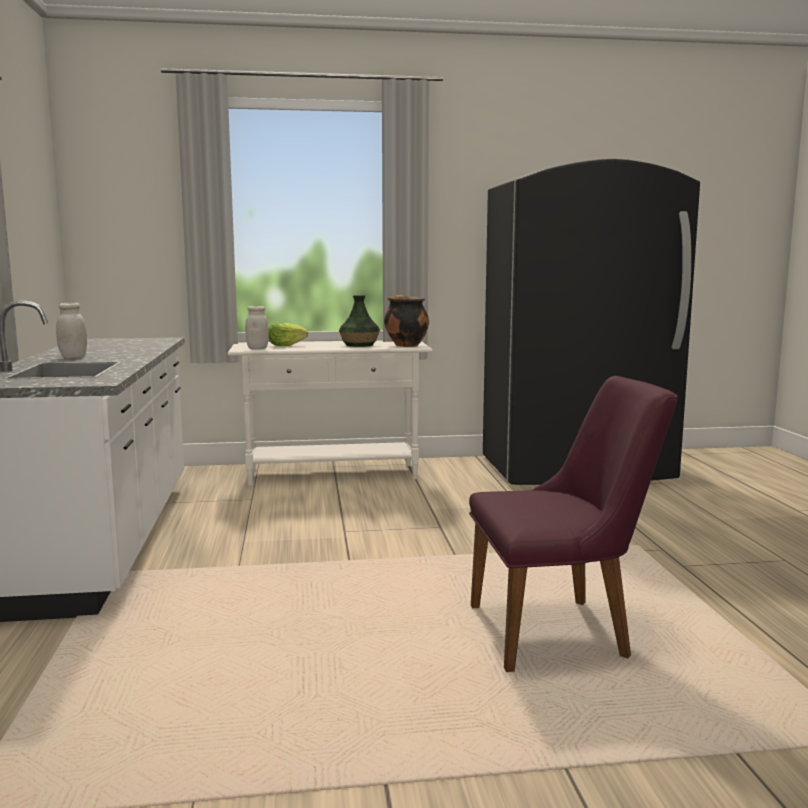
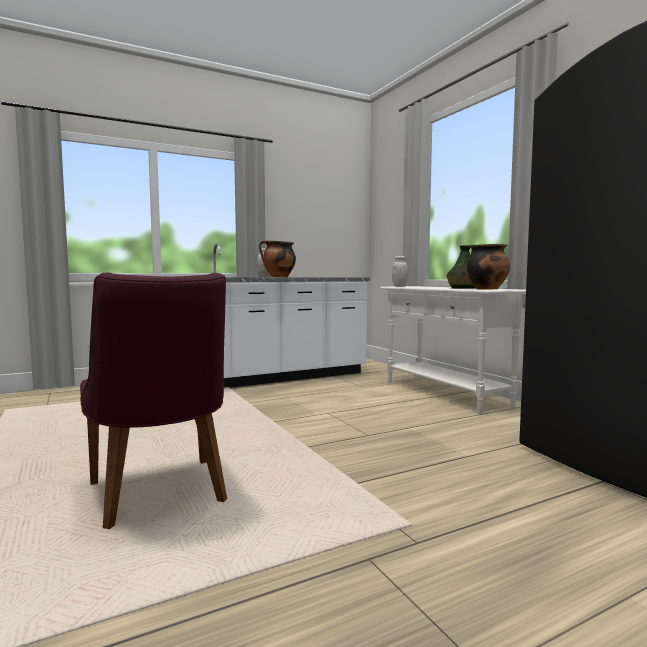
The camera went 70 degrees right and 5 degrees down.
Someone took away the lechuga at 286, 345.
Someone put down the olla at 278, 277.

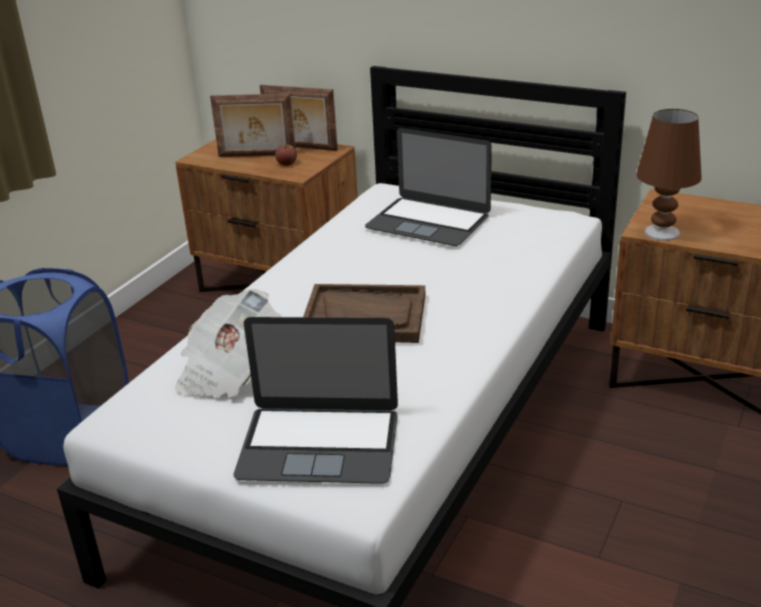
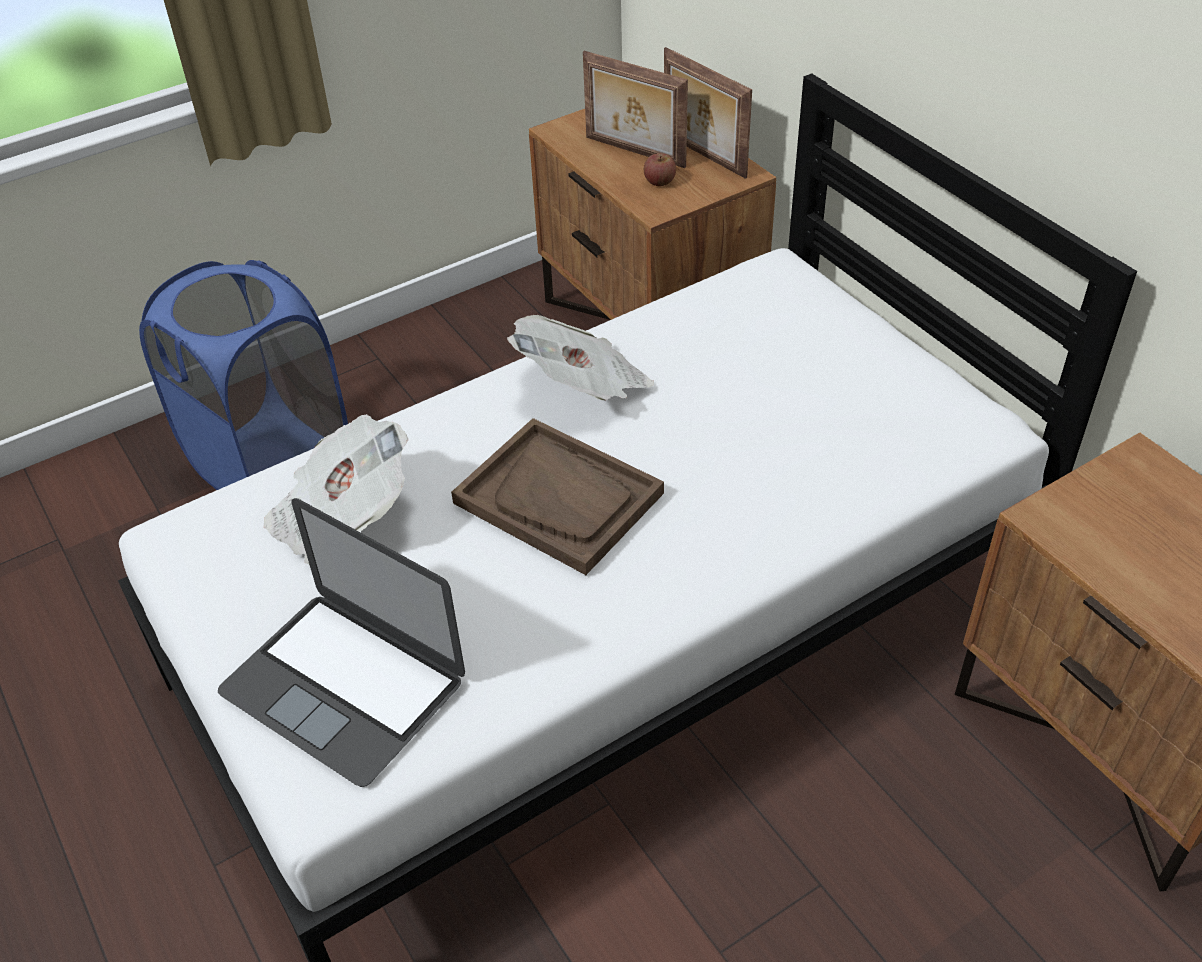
The camera went 30 degrees right and 15 degrees up.
Someone took away the lámpara de mesa/marrón at 661, 233.
Someone took away the portátil at 428, 221.
Someone put down the periódico at 583, 387.

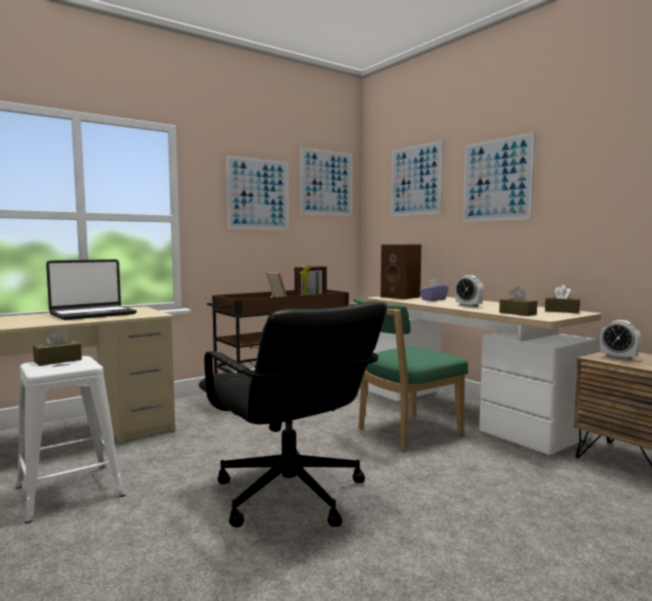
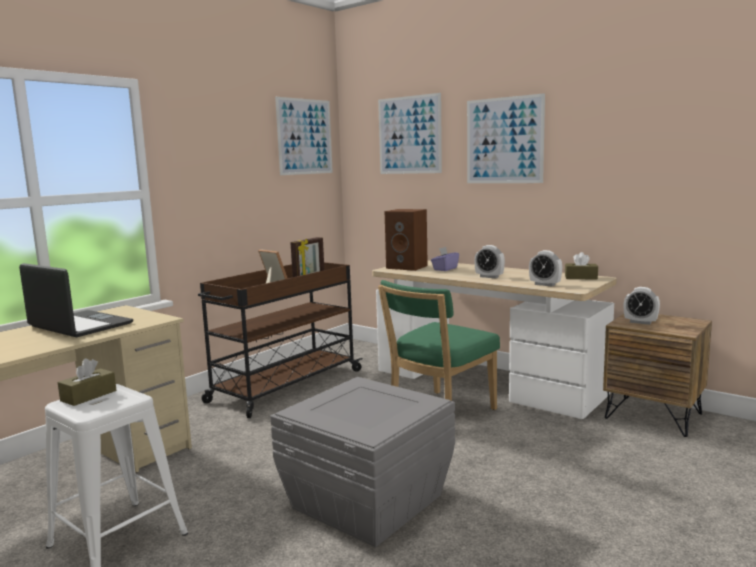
The camera went 15 degrees left and 5 degrees up.
Someone took away the cuadro at 258, 194.
Someone rotated the portátil at 93, 314 by 90 degrees counterclockwise.
Someone swapped the caja de pañuelos/marrón at 517, 313 for the despertador at 545, 284.
Someone swapped the silla de oficina/negro at 289, 495 for the caja de almacenaje/gris at 365, 501.

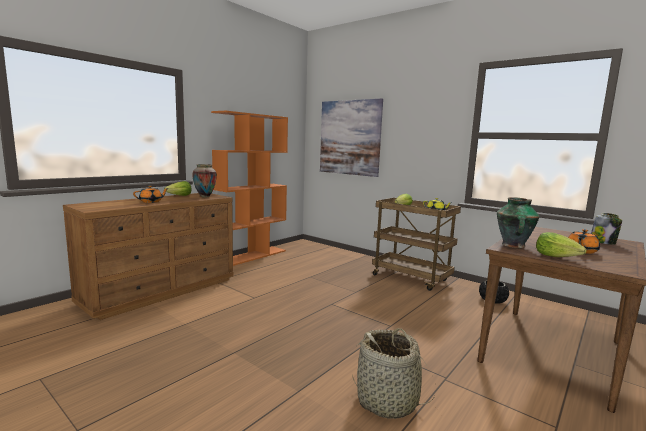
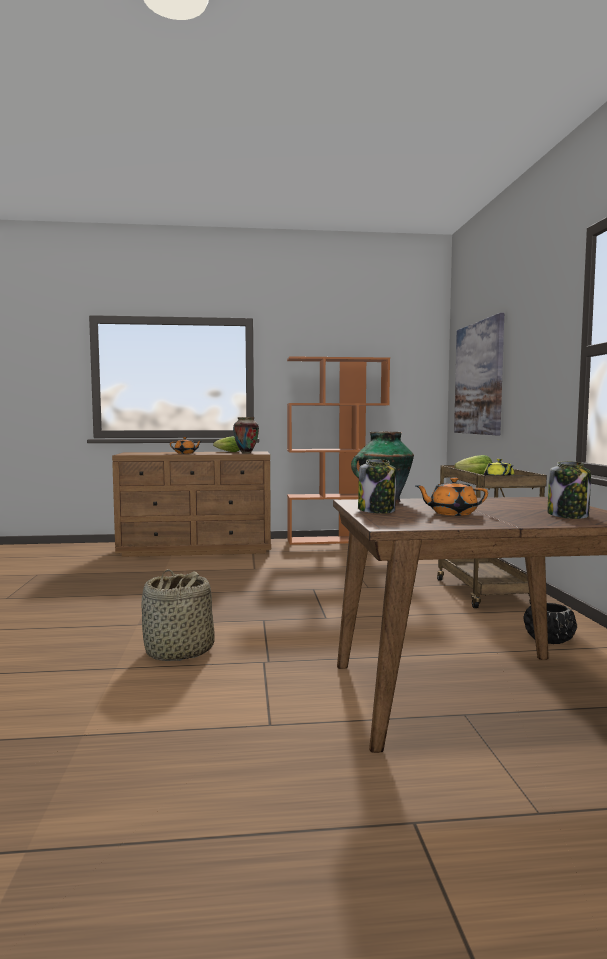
The camera went 45 degrees right and 5 degrees down.
Someone swapped the lechuga at 556, 256 for the tarro at 377, 511.

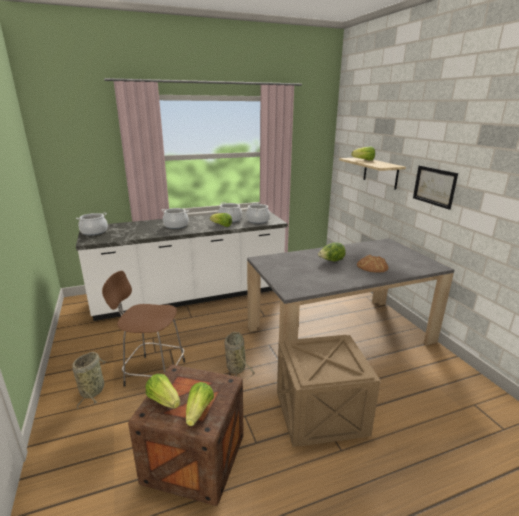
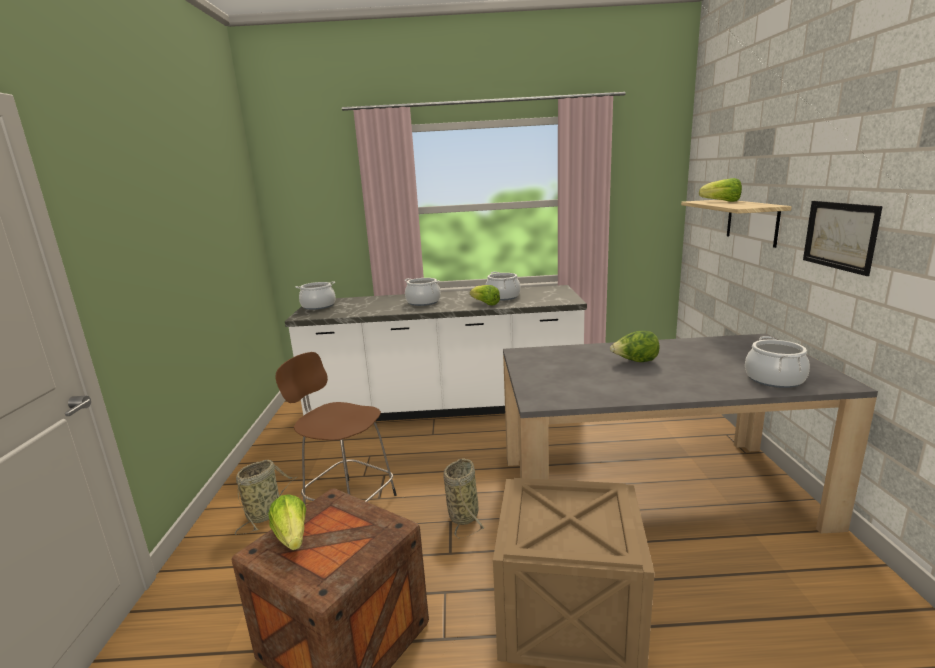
The camera went 20 degrees right and 5 degrees down.
Someone carried the olla from 257, 221 to 774, 379.
Someone took away the pan at 372, 266.
Someone took away the lechuga at 199, 412.

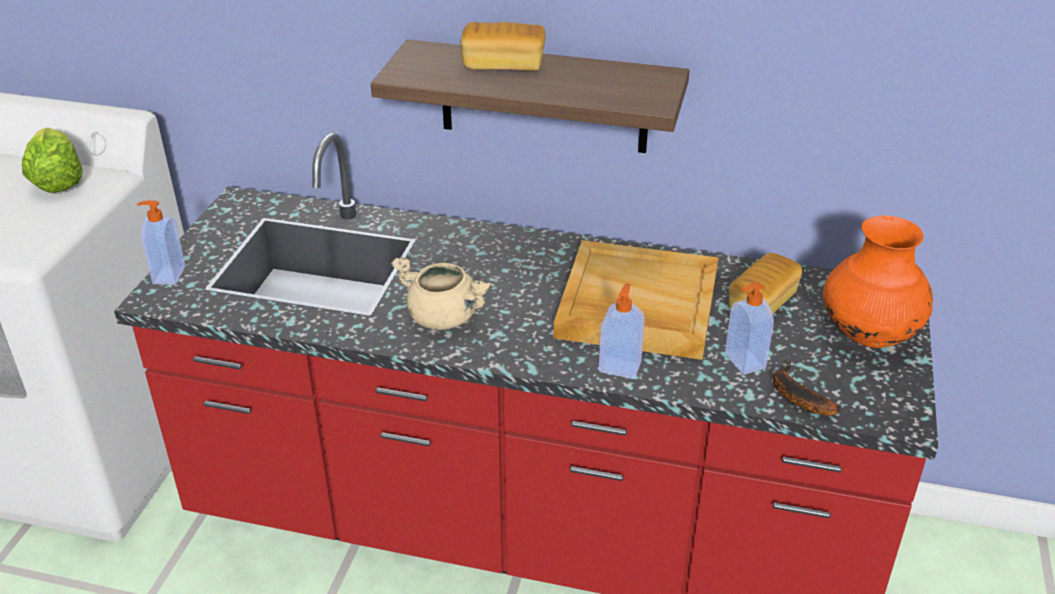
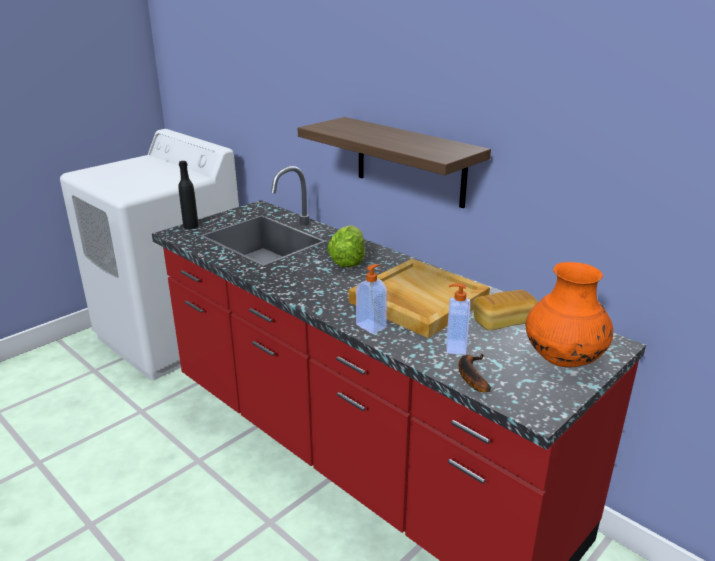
The camera went 30 degrees right and 10 degrees down.
Someone took away the pan at 503, 65.
Someone carried the lechuga from 57, 181 to 347, 261.
Someone swapped the dispensador de jabón at 168, 275 for the botella/negro at 191, 226.
Someone took away the olla/beis at 444, 317.

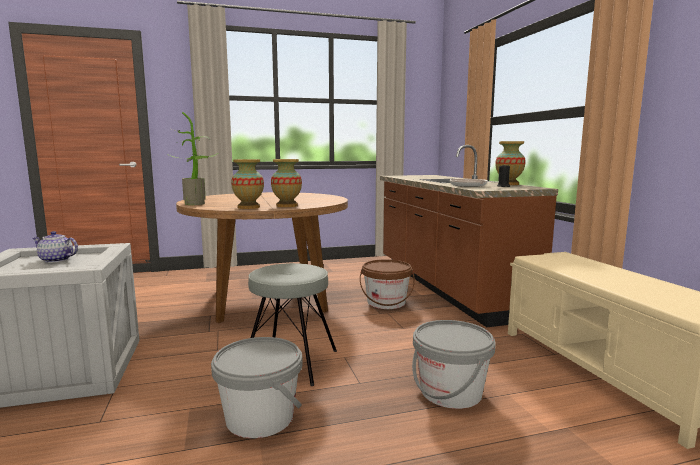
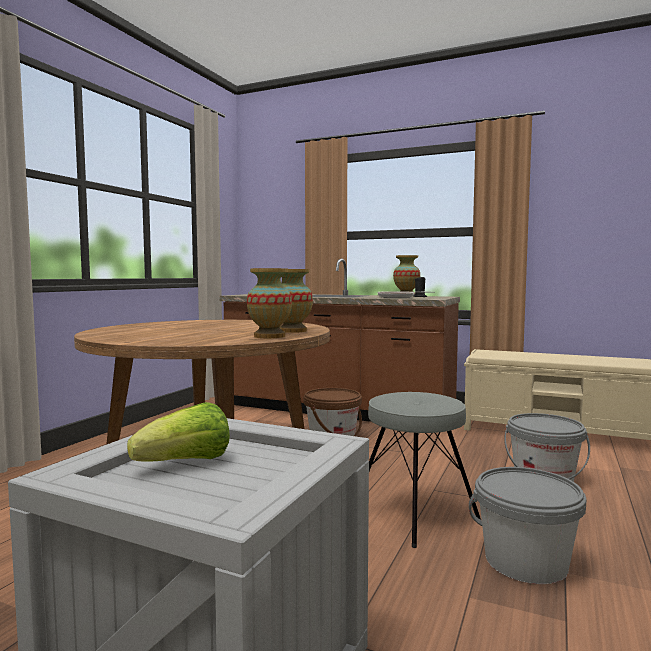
The camera went 50 degrees left and 5 degrees down.
Someone took away the planta en maceta at 197, 203.
Someone swapped the tetera at 56, 260 for the lechuga at 186, 463.

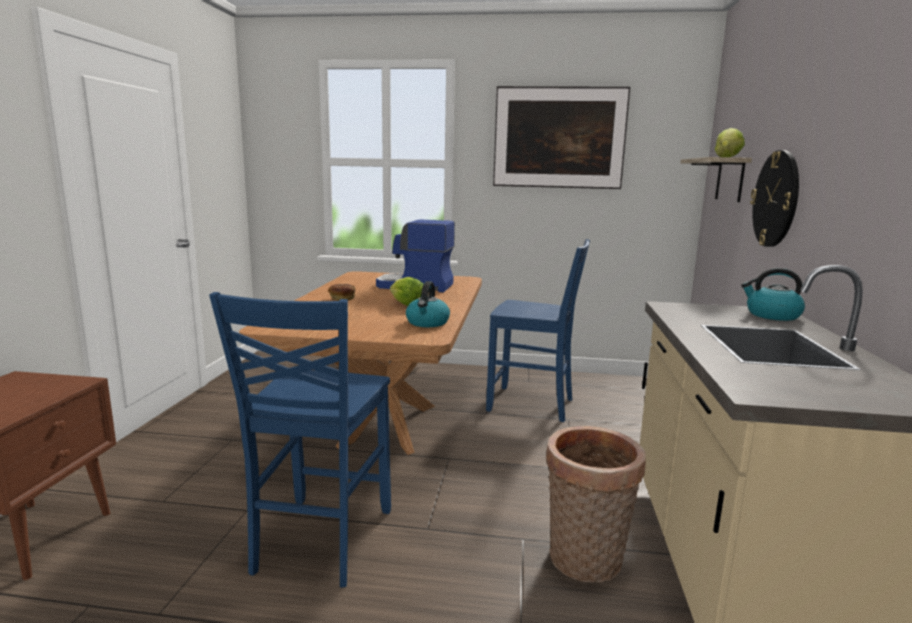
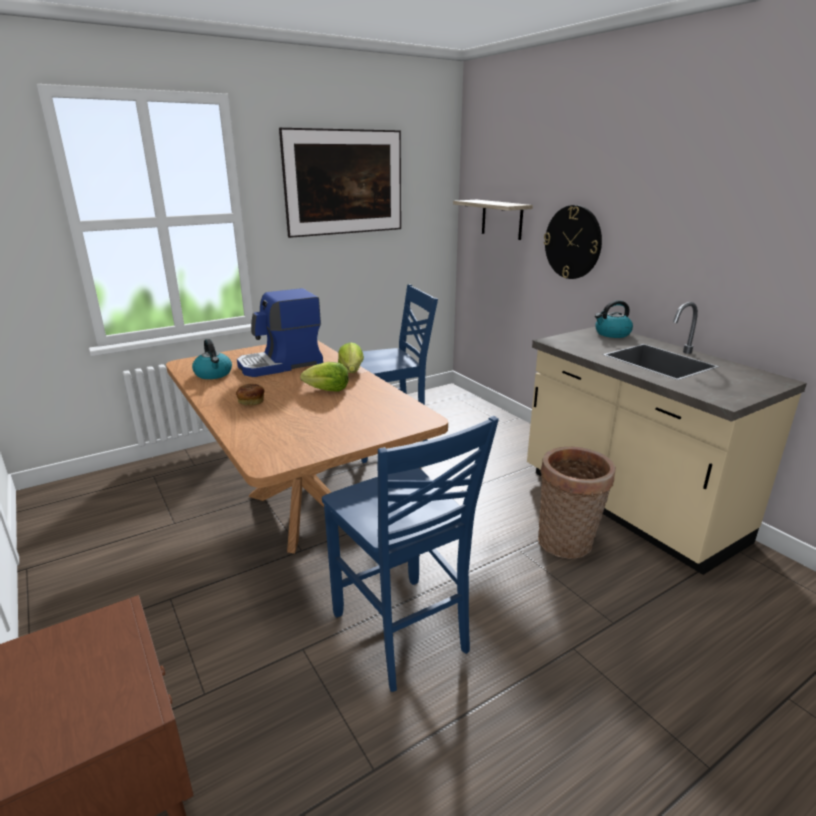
The camera went 40 degrees left and 10 degrees up.
Someone carried the lechuga from 727, 157 to 351, 371.
Someone carried the hervidor from 427, 323 to 214, 374.

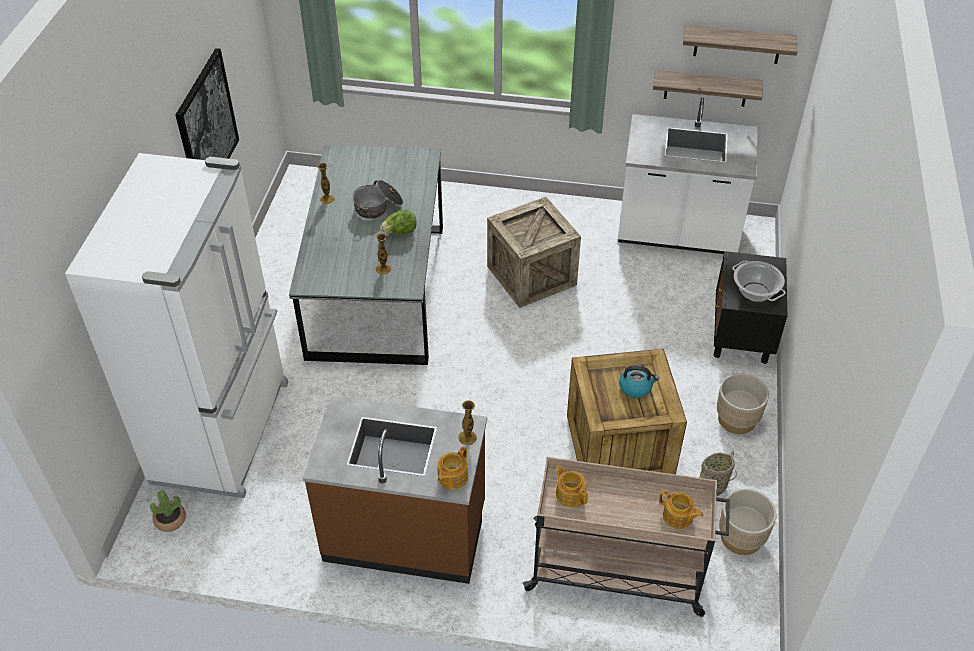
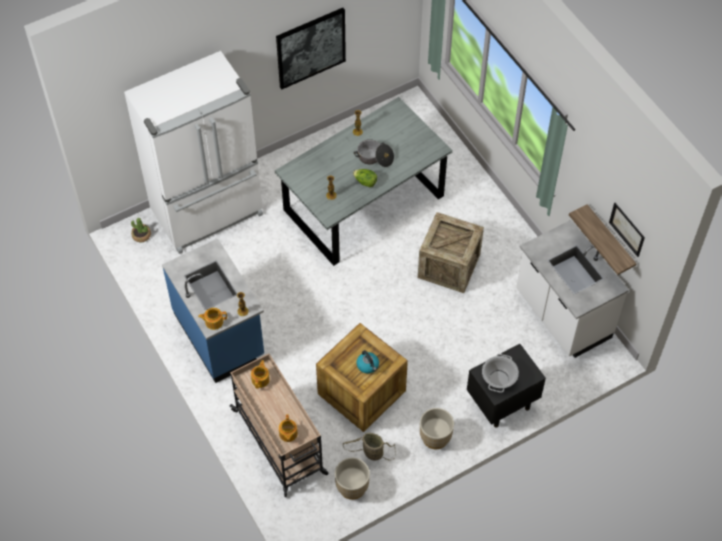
The camera went 50 degrees right and 10 degrees up.
Someone swapped the estante at 737, 44 for the cuadro at 627, 229.
Someone repainted the mueble bajo de cocina/marrón at 405, 532, which became the mueble bajo de cocina/azul at 220, 335.

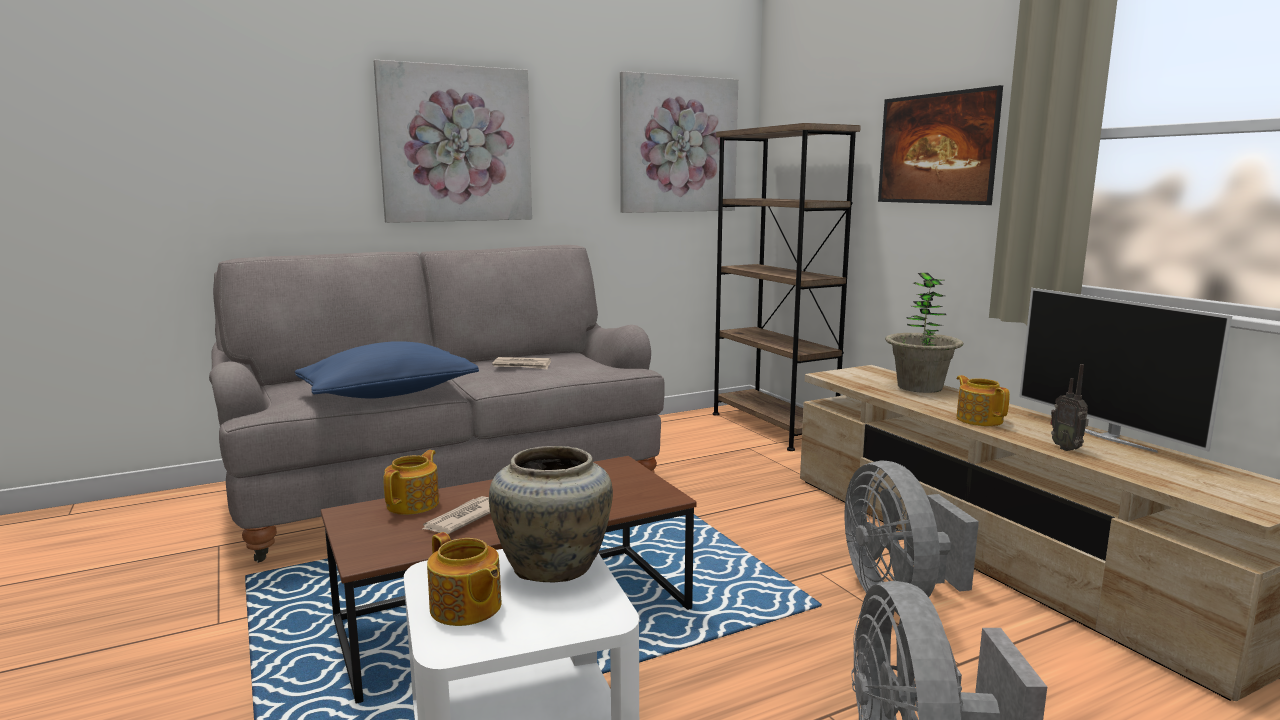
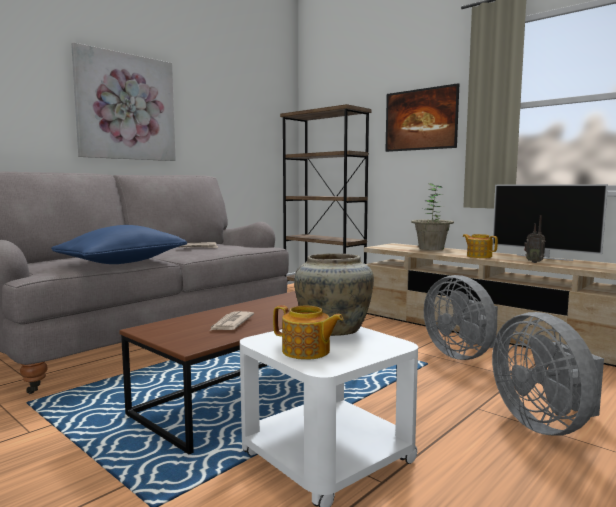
The camera went 20 degrees left and 5 degrees down.
Someone took away the cuadro at 678, 145.
Someone took away the tetera at 414, 504.

